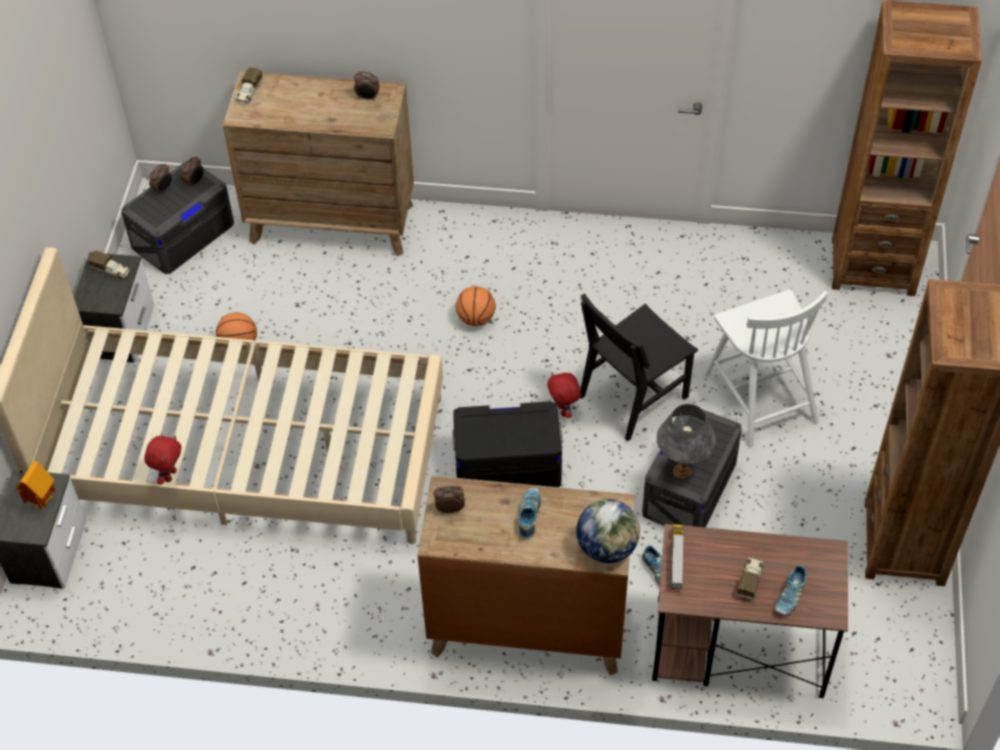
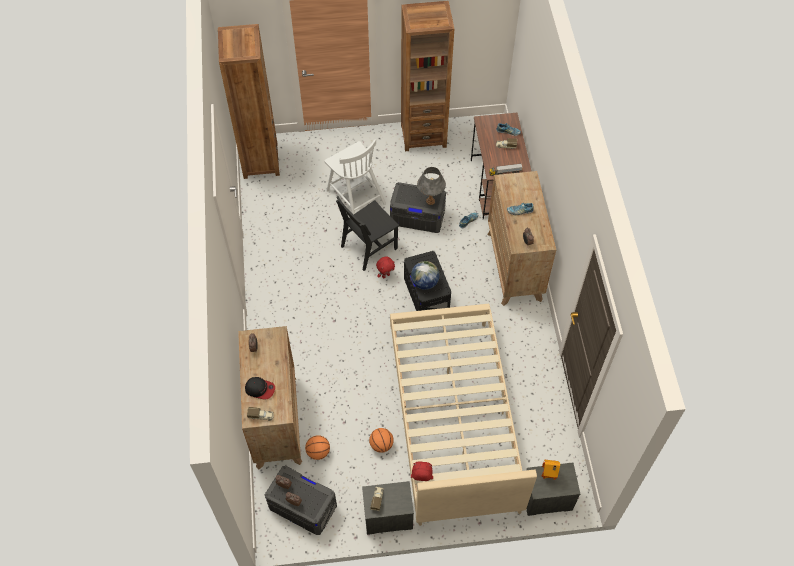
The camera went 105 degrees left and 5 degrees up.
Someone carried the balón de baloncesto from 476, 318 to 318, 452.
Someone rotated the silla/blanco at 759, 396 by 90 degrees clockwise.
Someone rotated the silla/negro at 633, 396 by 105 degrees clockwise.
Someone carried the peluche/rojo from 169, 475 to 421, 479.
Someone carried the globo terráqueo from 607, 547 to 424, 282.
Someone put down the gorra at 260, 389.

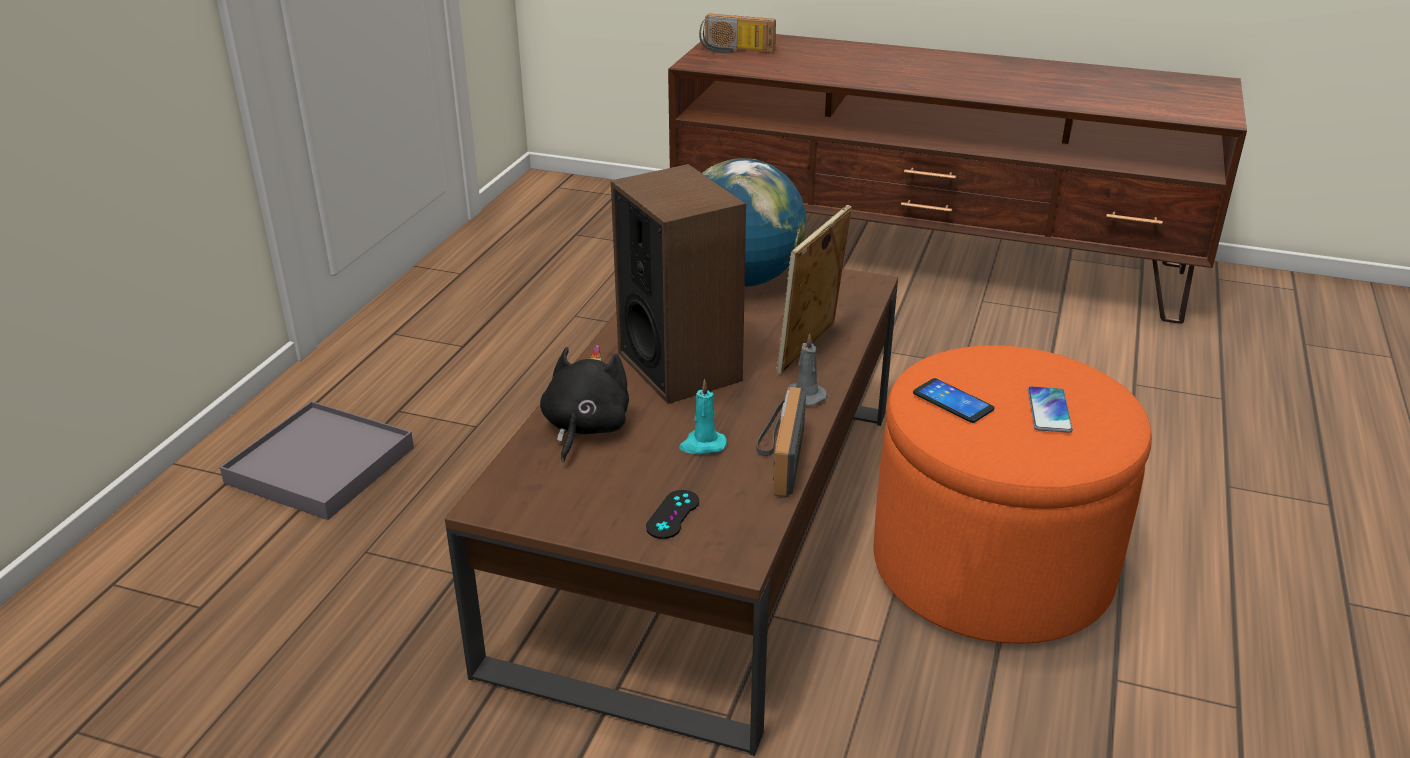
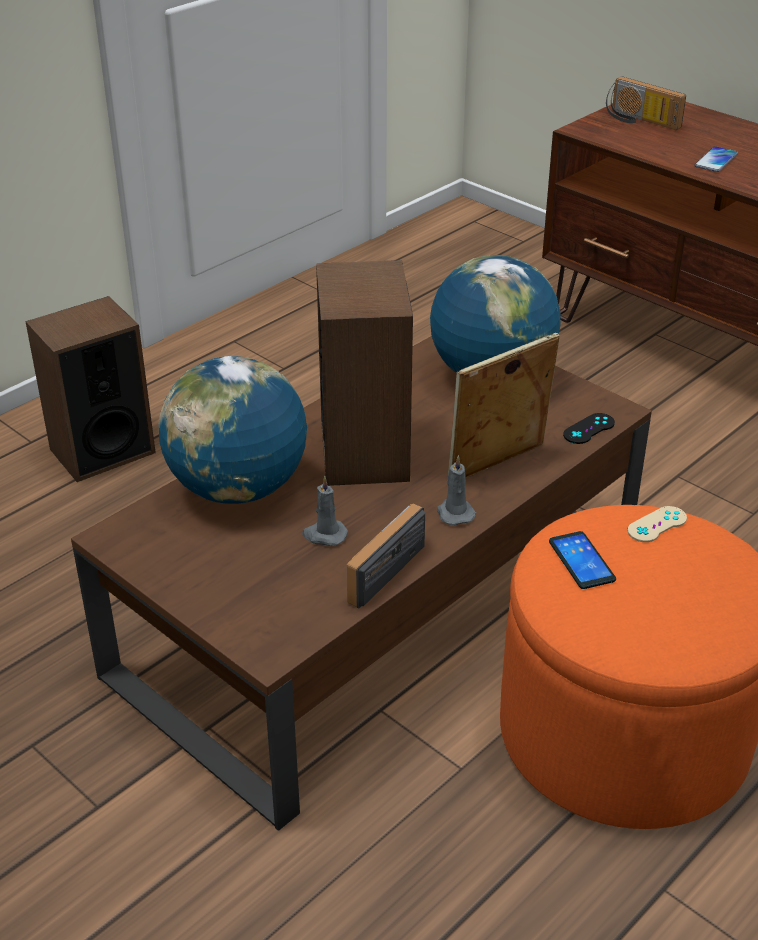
The camera went 25 degrees right and 5 degrees up.
Someone swapped the peluche/negro at 584, 428 for the globo terráqueo at 238, 489.
Someone repainted the vela/turquesa at 702, 445, which became the vela/gris at 324, 535.
Someone carried the móvil from 1049, 411 to 716, 160.
Someone swapped the bandeja/gris at 321, 465 for the altavoz at 102, 451.
Someone carried the mando de consola/negro from 672, 514 to 589, 429.
Someone put down the mando de consola/beis at 657, 524.

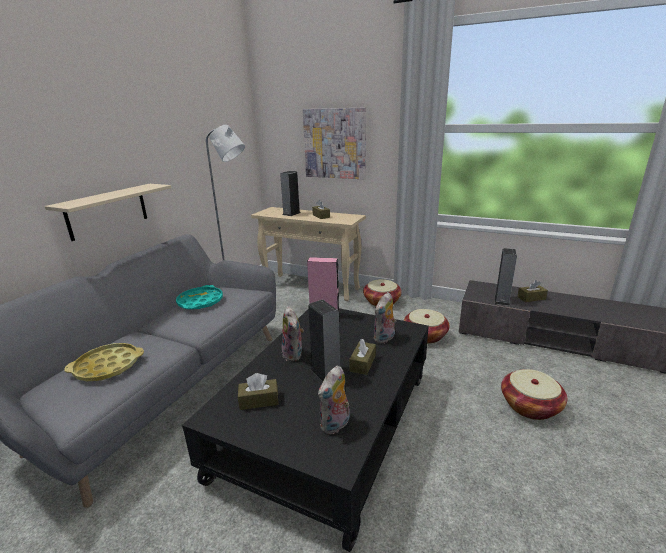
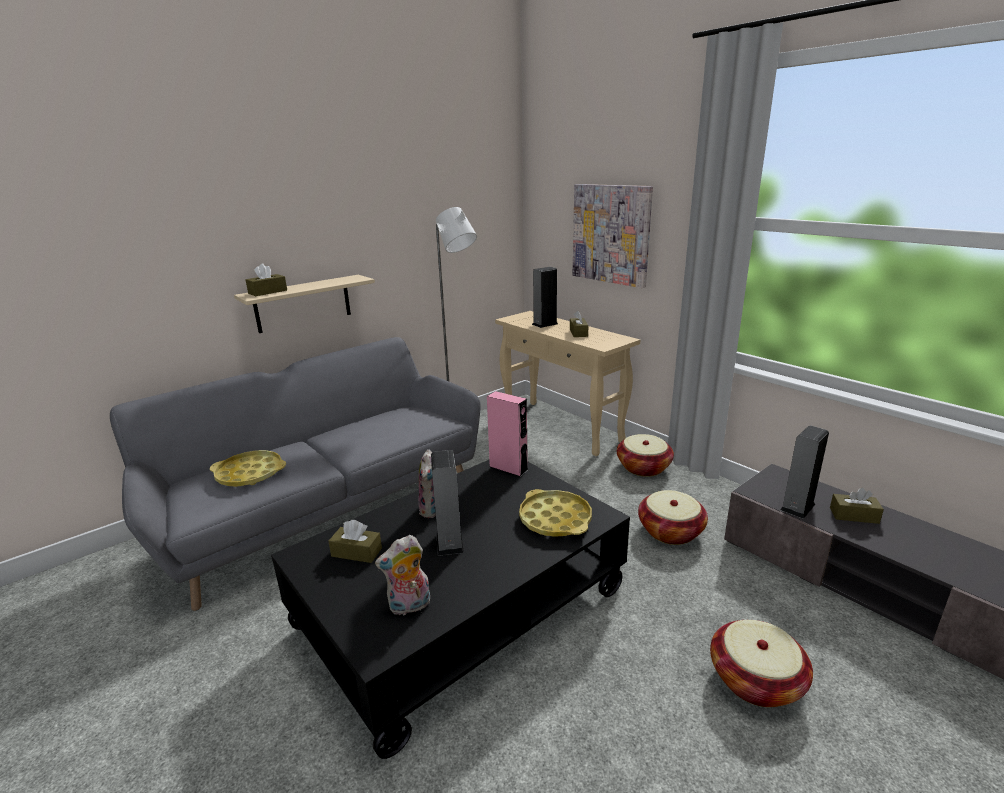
The camera went 25 degrees right and 0 degrees up.
Someone took away the bandeja/turquesa at 200, 302.
Someone swapped the peluche at 385, 338 for the bandeja/amarillo at 555, 519.
Someone carried the caja de pañuelos/marrón from 362, 363 to 268, 292.

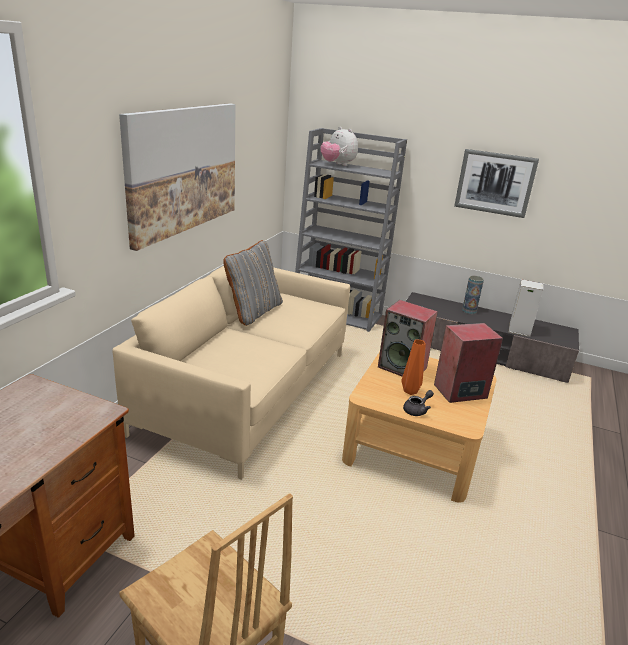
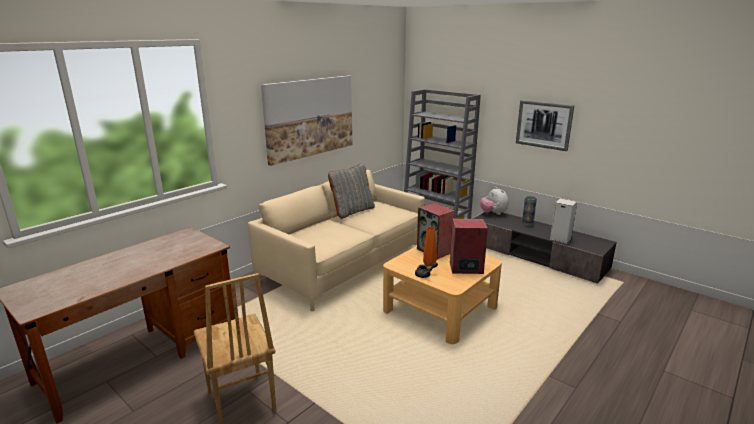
The camera went 20 degrees right and 5 degrees down.
Someone carried the peluche from 337, 165 to 493, 213.

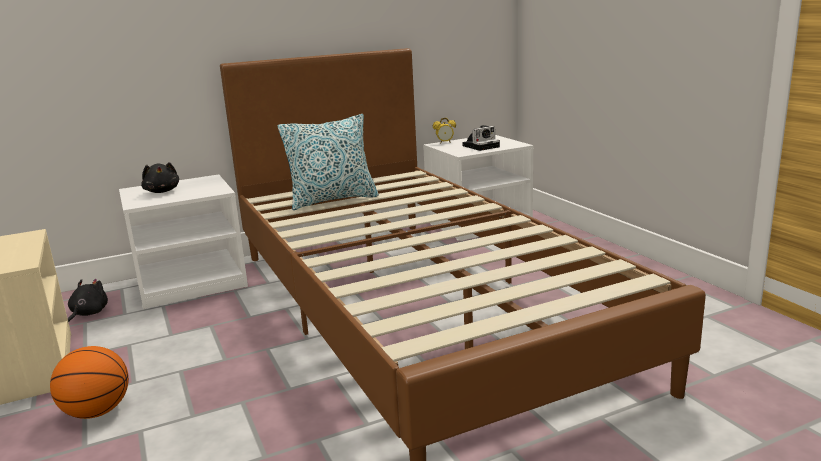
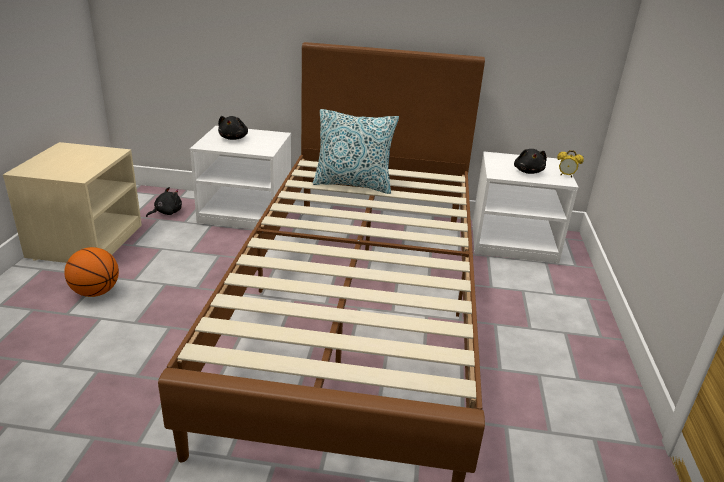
The camera went 30 degrees right and 10 degrees up.
Someone carried the despertador from 445, 143 to 566, 175.
Someone swapped the cámara at 481, 146 for the peluche/negro at 528, 171.

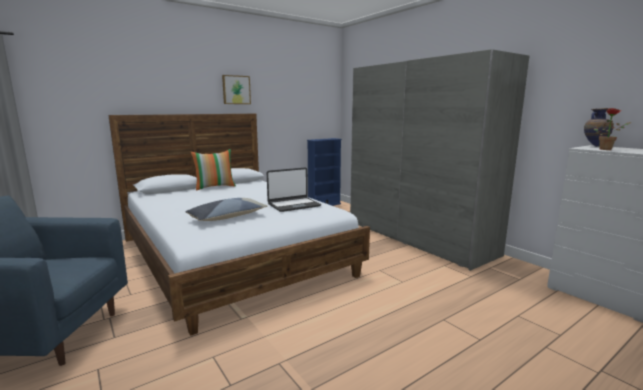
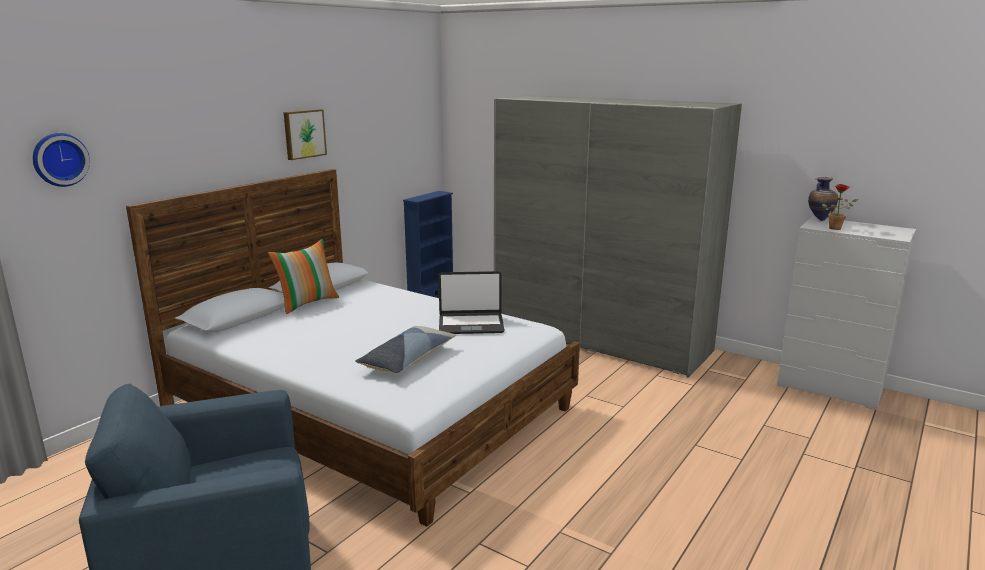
The camera went 20 degrees left and 5 degrees up.
Someone rotated the portátil at 293, 205 by 45 degrees clockwise.
Someone put up the reloj de pared at 59, 159.

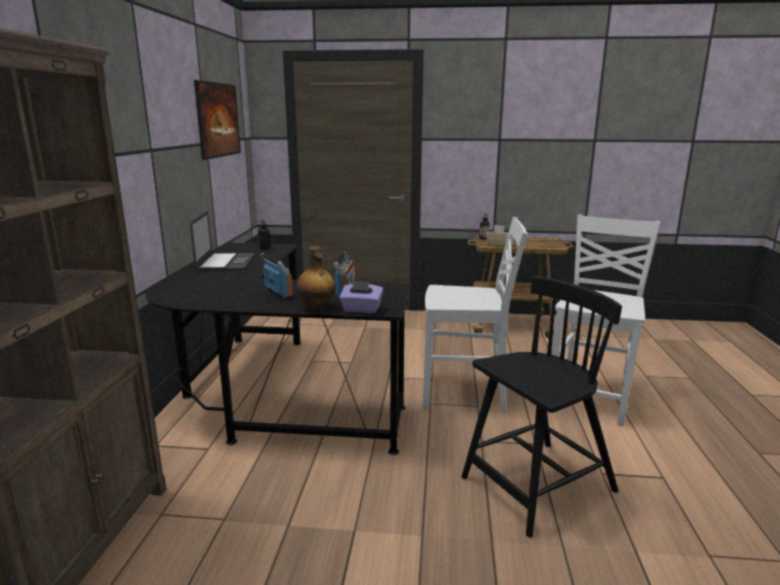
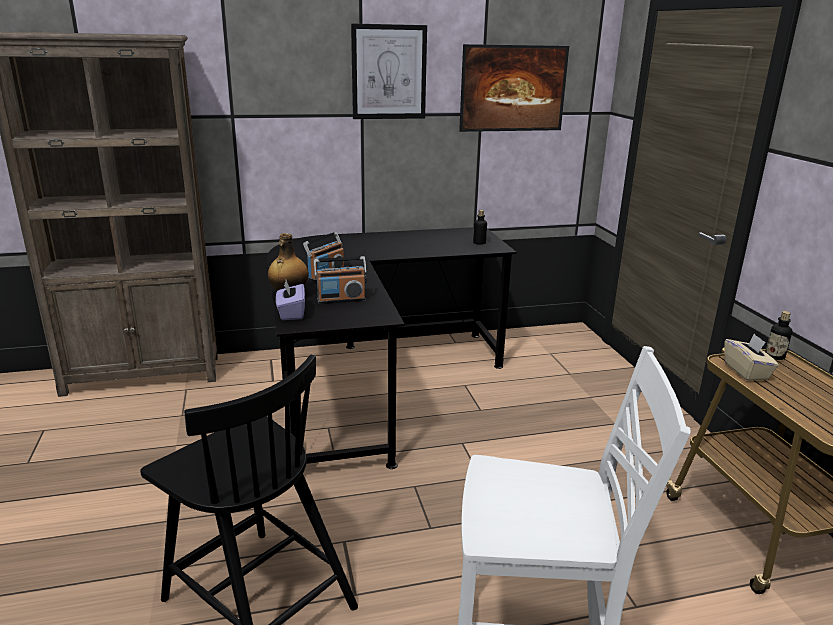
The camera went 70 degrees right and 5 degrees up.
Someone took away the portátil at 226, 262.
Someone took away the silla/blanco at 465, 395.
Someone put up the cuadro at 389, 72.

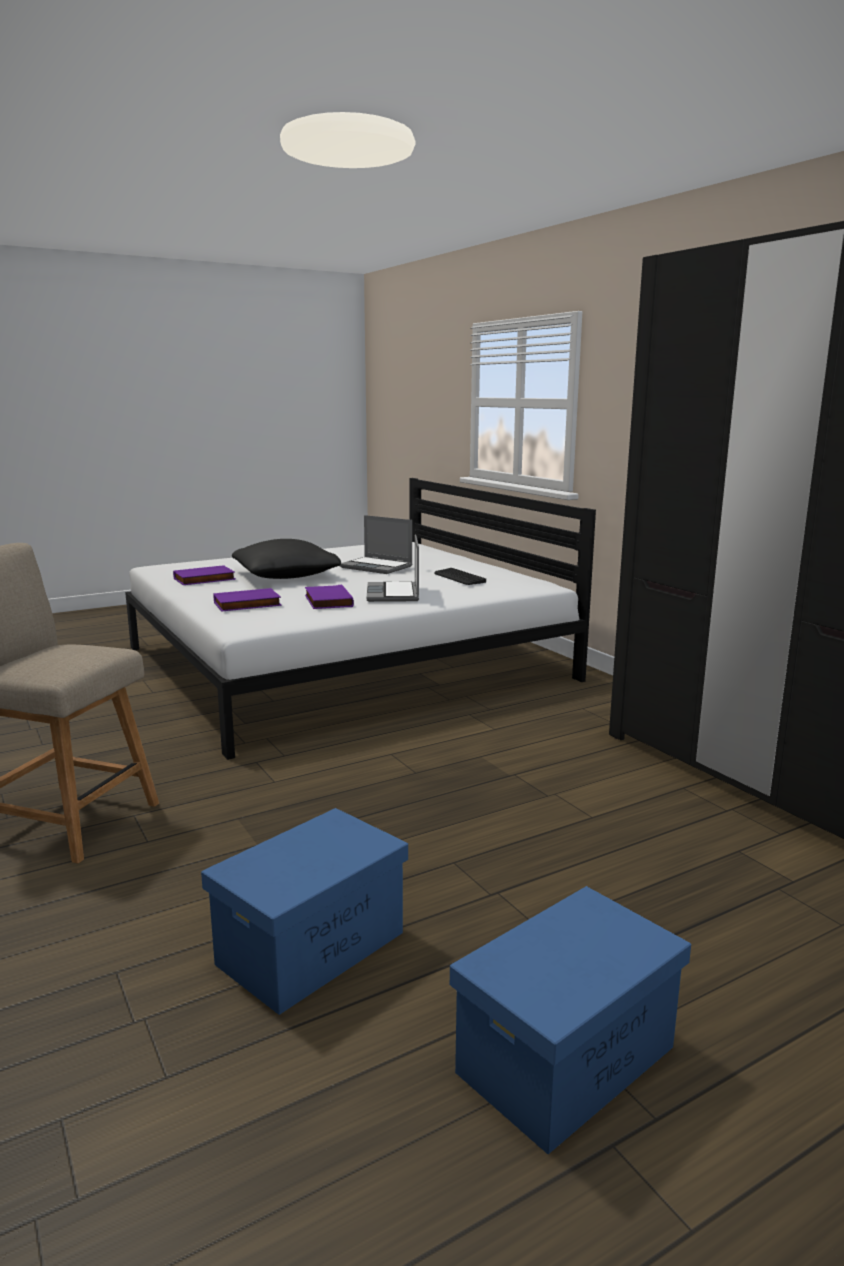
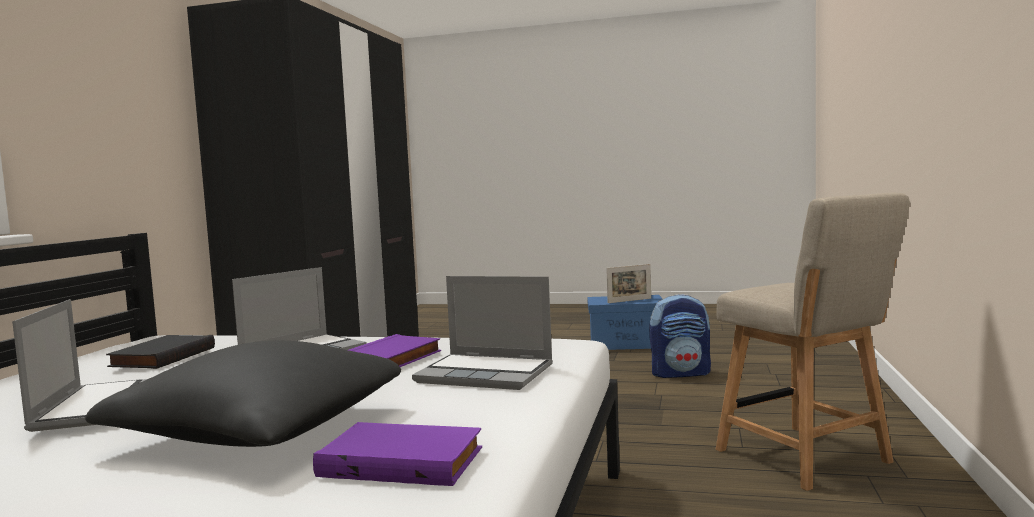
The camera went 135 degrees left and 10 degrees down.
Someone swapped the teclado at 459, 577 for the libro/negro at 162, 357.
Someone swapped the libro/morado at 247, 604 for the portátil at 487, 374.
Someone swapped the caja de almacenaje/azul at 310, 949 for the mochila at 680, 373.
Someone put down the portarretratos at 629, 300.

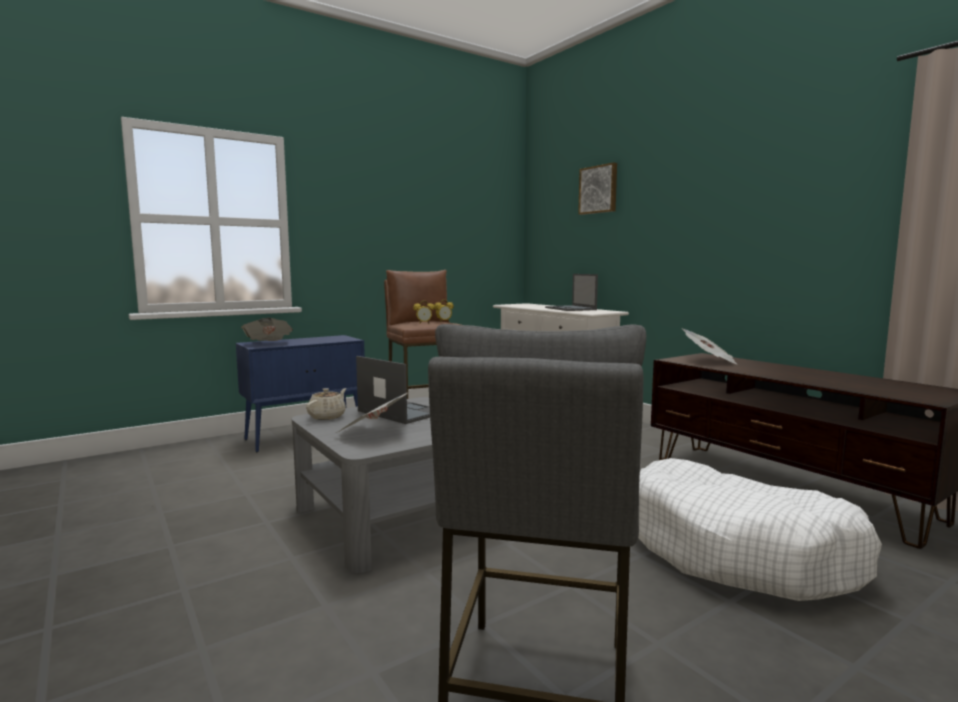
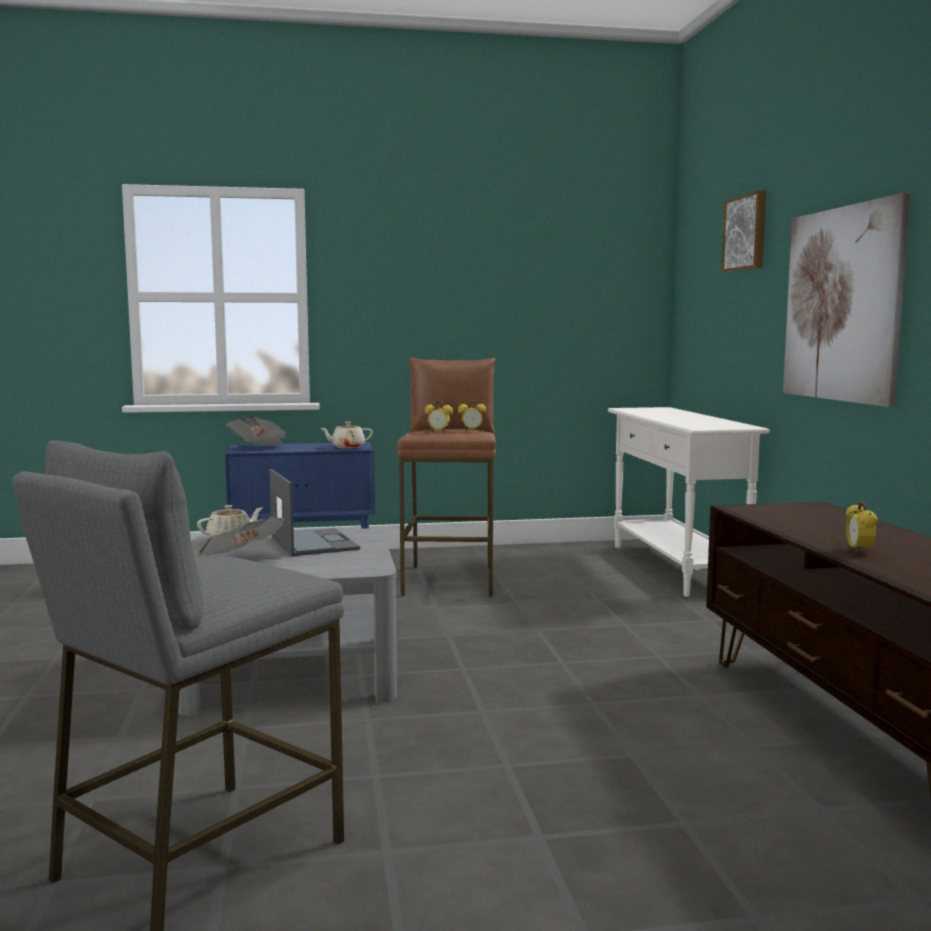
The camera went 25 degrees right and 0 degrees up.
Someone took away the portátil at 571, 309.
Someone took away the periódico at 709, 361.
Someone took away the cama para perro/blanco at 739, 552.
Someone put up the cuadro at 842, 304.
Someone put down the tetera/beis at 347, 447.
Someone put down the despertador at 859, 551.

